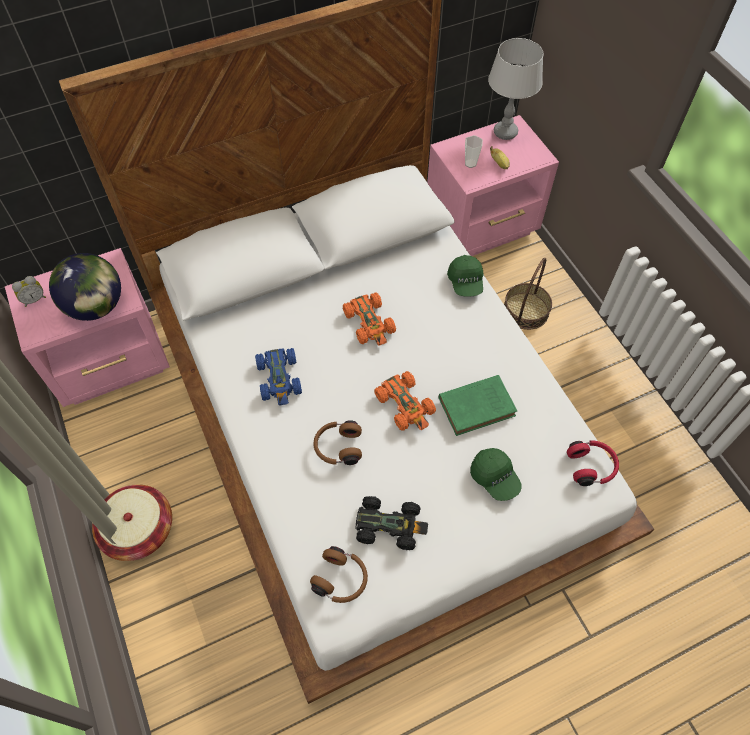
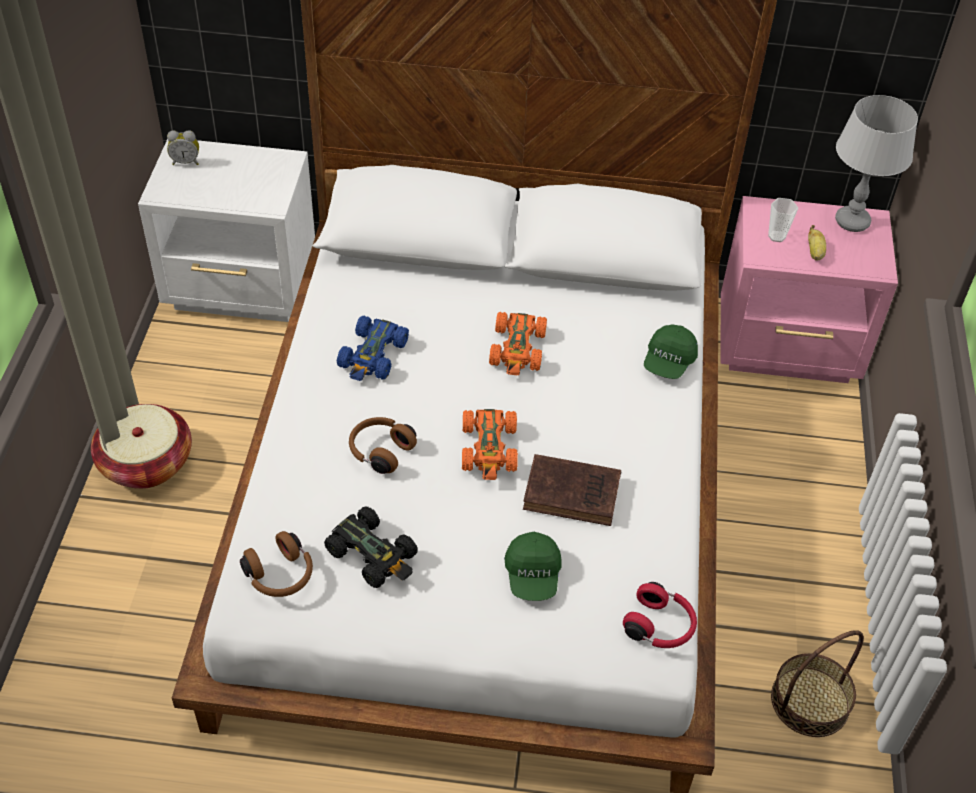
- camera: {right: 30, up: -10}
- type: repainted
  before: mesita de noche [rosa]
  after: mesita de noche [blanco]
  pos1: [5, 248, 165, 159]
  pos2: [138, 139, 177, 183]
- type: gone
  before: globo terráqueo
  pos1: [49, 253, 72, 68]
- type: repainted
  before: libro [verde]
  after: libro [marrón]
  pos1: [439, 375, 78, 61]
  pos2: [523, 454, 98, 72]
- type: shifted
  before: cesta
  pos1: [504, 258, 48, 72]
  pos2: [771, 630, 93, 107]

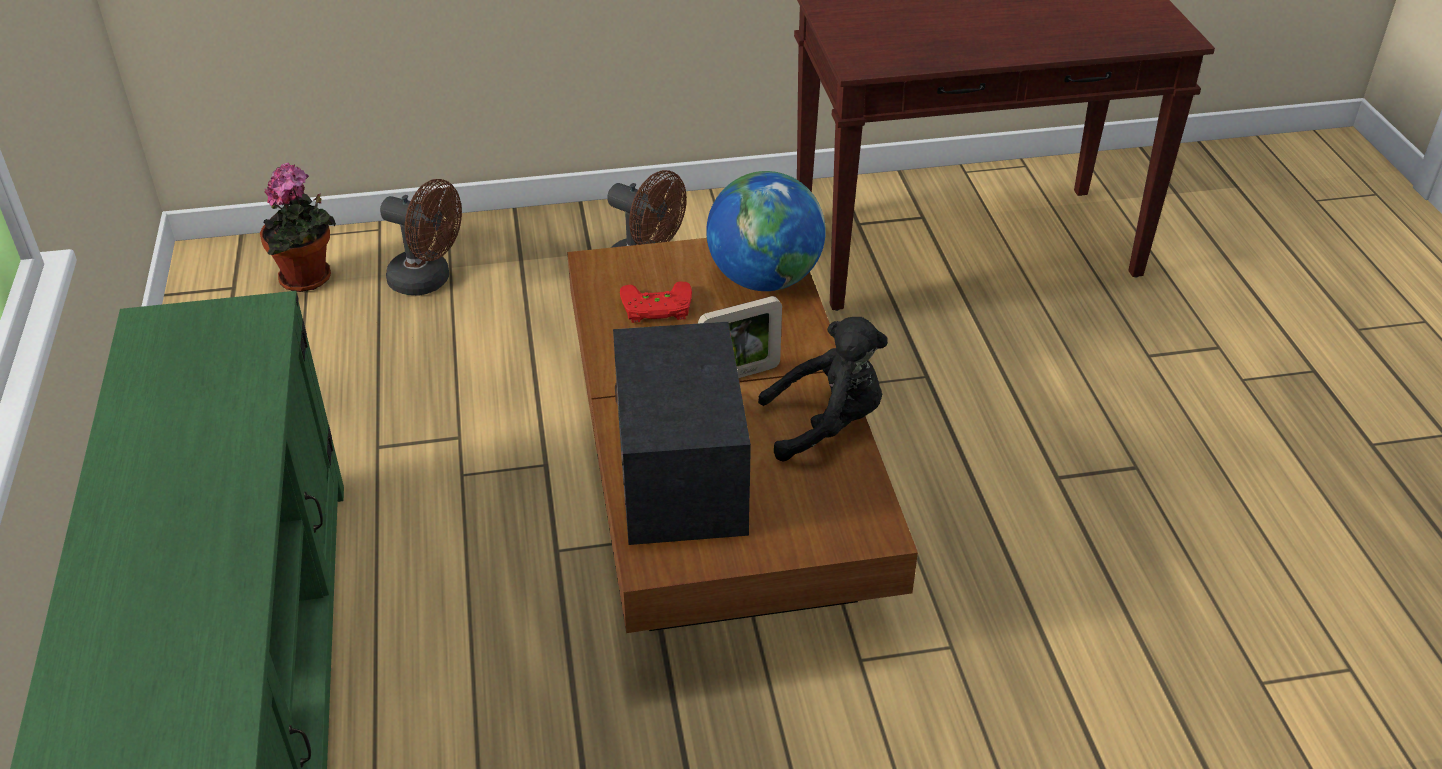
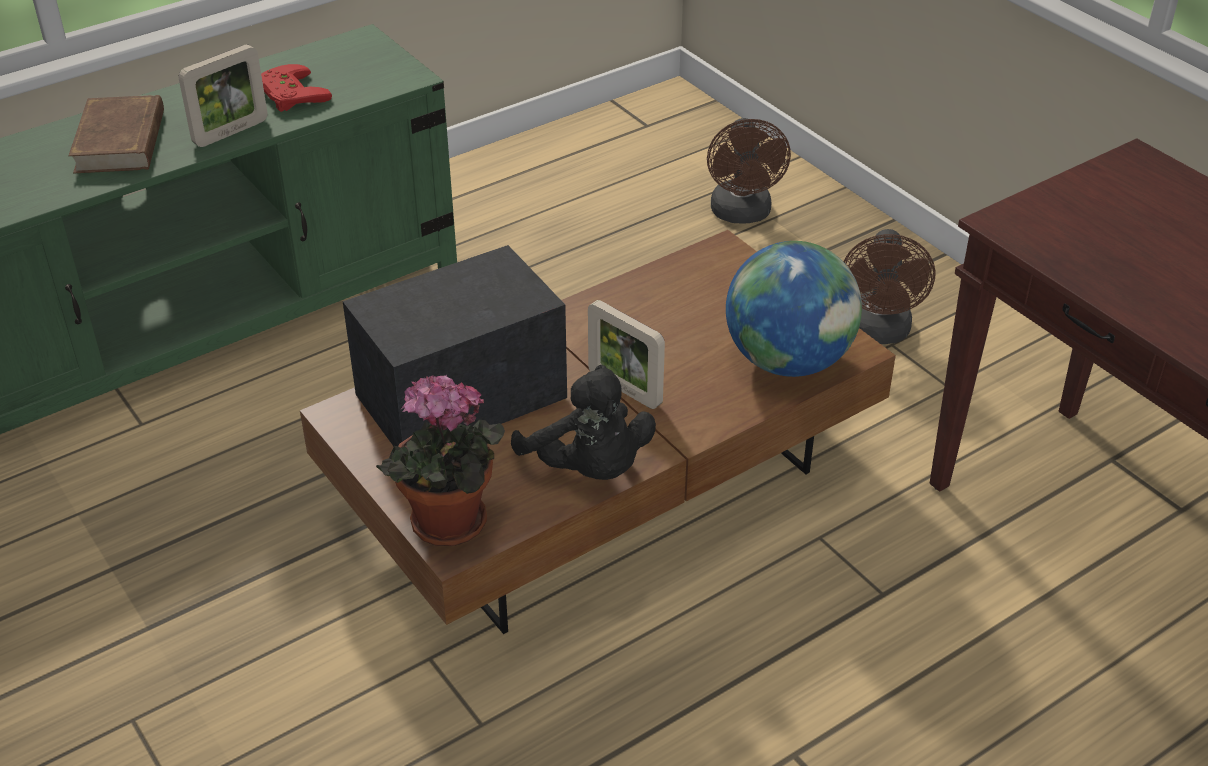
- camera: {right: 65, up: 0}
- type: shifted
  before: planta en maceta
  pos1: [260, 163, 76, 129]
  pos2: [376, 375, 129, 171]
- type: shifted
  before: mando de consola [rojo]
  pos1: [620, 281, 72, 42]
  pos2: [261, 64, 71, 48]
- type: new
  after: libro [marrón]
  pos2: [69, 95, 95, 78]
- type: new
  after: portarretratos
  pos2: [179, 44, 89, 103]

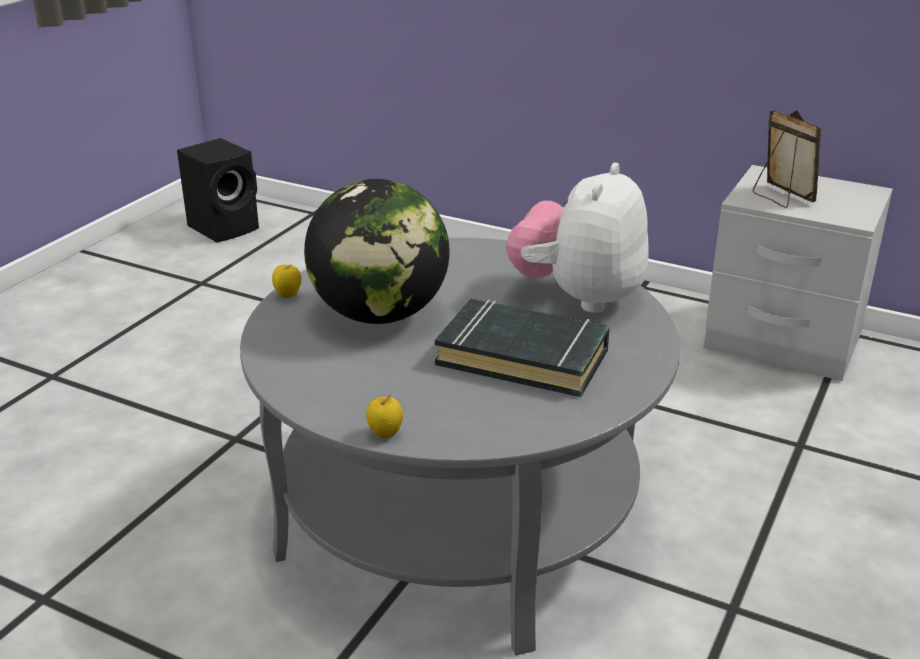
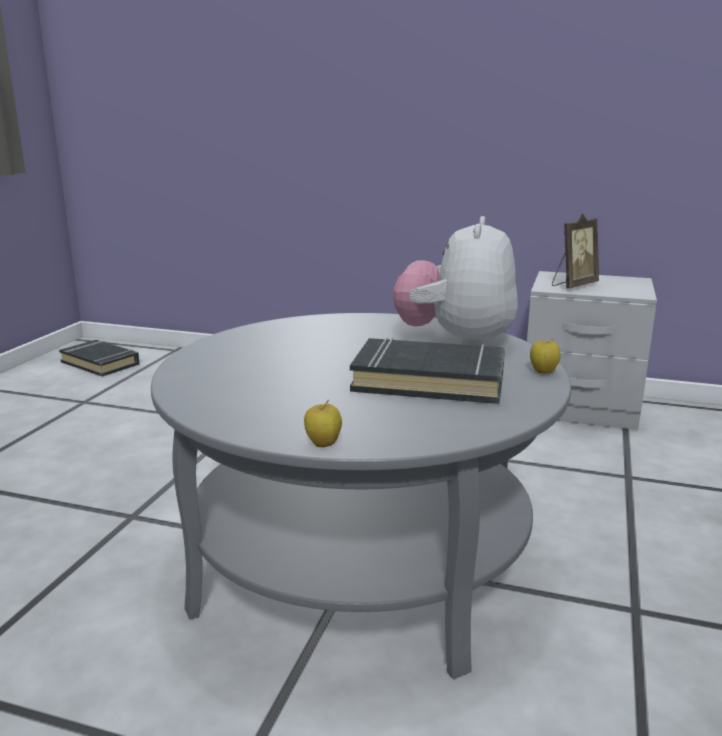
- camera: {right: -10, up: -10}
- type: swapped
  before: altavoz [negro]
  after: libro [negro]
  pos1: [177, 138, 82, 105]
  pos2: [59, 340, 81, 37]
- type: shifted
  before: manzana
  pos1: [272, 265, 29, 33]
  pos2: [530, 338, 31, 36]
- type: gone
  before: globo terráqueo
  pos1: [304, 179, 146, 145]
- type: rotated
  before: portarretratos
  pos1: [753, 110, 68, 98]
  pos2: [552, 213, 47, 76]
  turn: 90

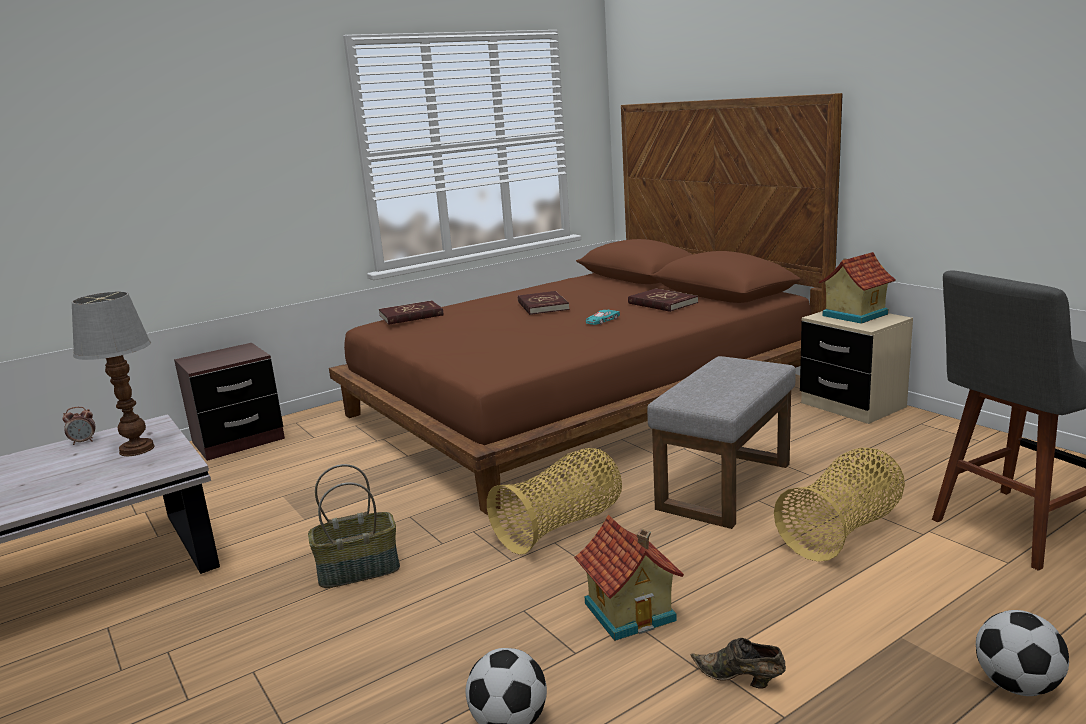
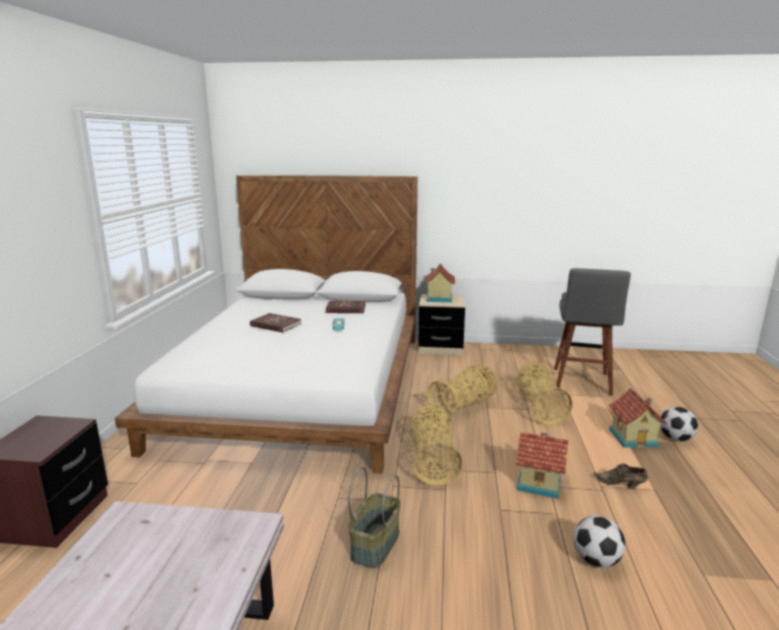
- camera: {right: -50, up: 0}
- type: gone
  before: despertador
  pos1: [62, 407, 33, 38]
- type: gone
  before: lámpara de mesa
  pos1: [72, 292, 83, 164]
- type: repainted
  before: cama [marrón]
  after: cama [blanco]
  pos1: [329, 93, 513, 422]
  pos2: [115, 175, 303, 299]
- type: gone
  before: libro [rojo]
  pos1: [379, 300, 65, 25]
- type: swapped
  before: puf [gris]
  after: cesta
  pos1: [647, 356, 149, 173]
  pos2: [427, 364, 71, 56]
- type: rotated
  before: zapato [marrón]
  pos1: [691, 638, 95, 51]
  pos2: [593, 463, 55, 26]
  turn: 45
- type: new
  after: casita
  pos2: [609, 388, 58, 60]

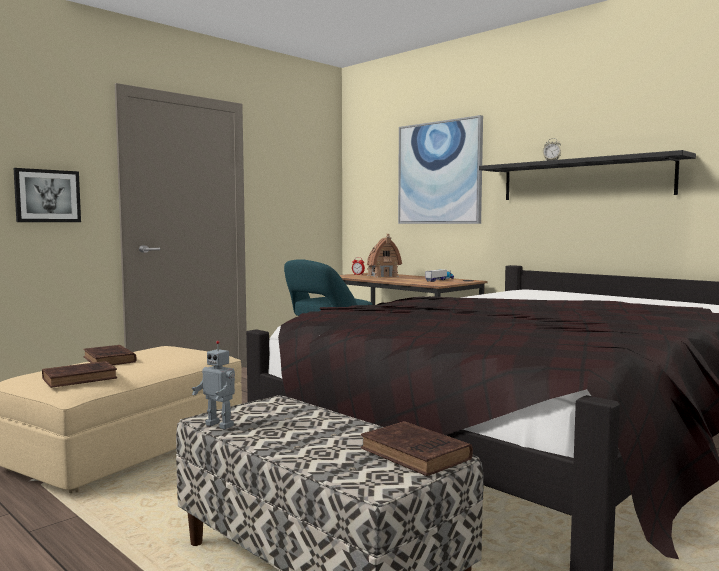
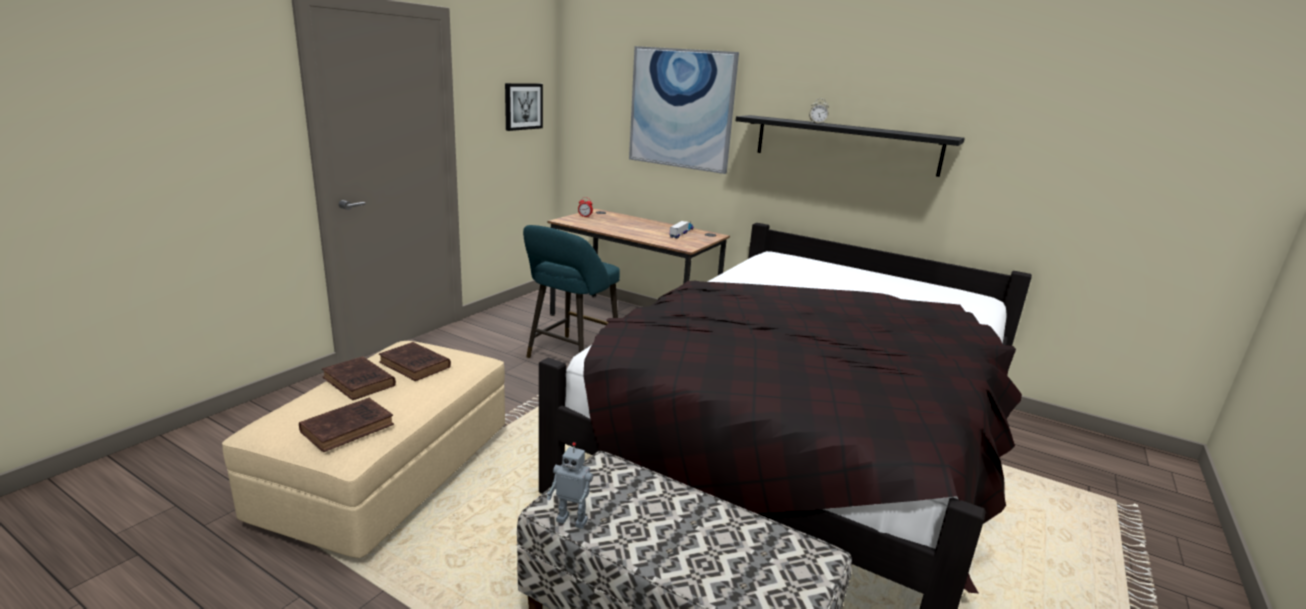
- camera: {right: -15, up: 15}
- type: shifted
  before: cuadro
  pos1: [14, 168, 67, 54]
  pos2: [505, 83, 38, 48]
- type: shifted
  before: libro [marrón]
  pos1: [361, 421, 112, 55]
  pos2: [379, 342, 72, 39]
- type: gone
  before: casita
  pos1: [367, 234, 35, 43]

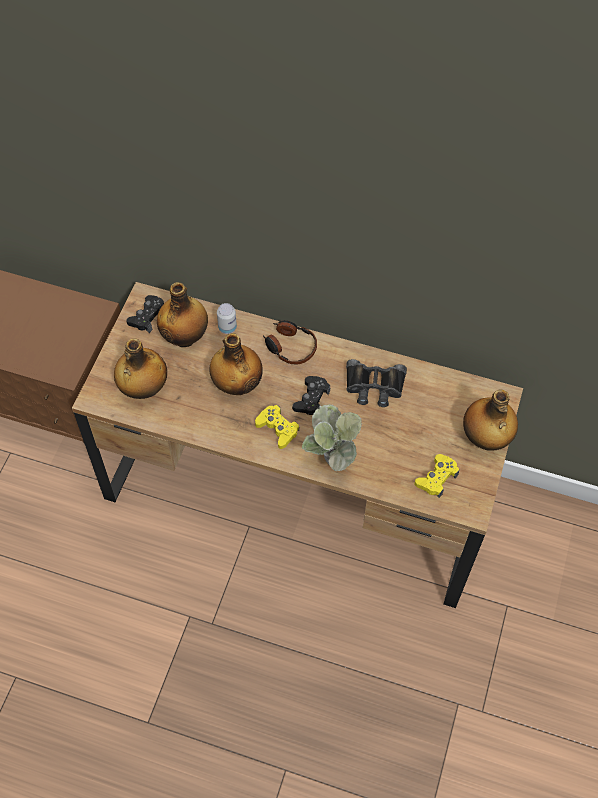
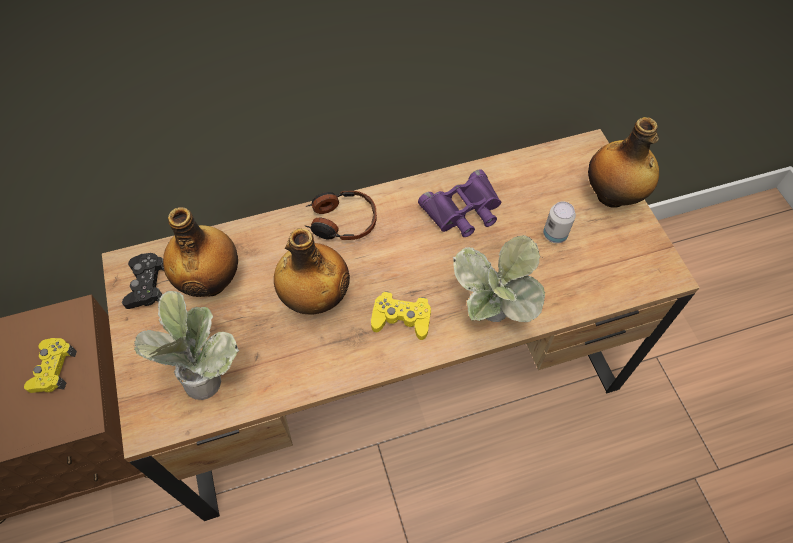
- camera: {right: -35, up: 0}
- type: swapped
  before: botella
  after: planta en maceta
  pos1: [114, 338, 53, 61]
  pos2: [134, 291, 106, 109]
- type: shifted
  before: lata
  pos1: [217, 303, 20, 31]
  pos2: [543, 202, 33, 41]
- type: gone
  before: mando de consola [negro]
  pos1: [292, 376, 38, 39]
- type: repainted
  before: prismáticos [negro]
  after: prismáticos [morado]
  pos1: [346, 359, 61, 48]
  pos2: [418, 169, 83, 68]
- type: shifted
  before: mando de consola [amarillo]
  pos1: [414, 454, 45, 44]
  pos2: [24, 338, 53, 55]

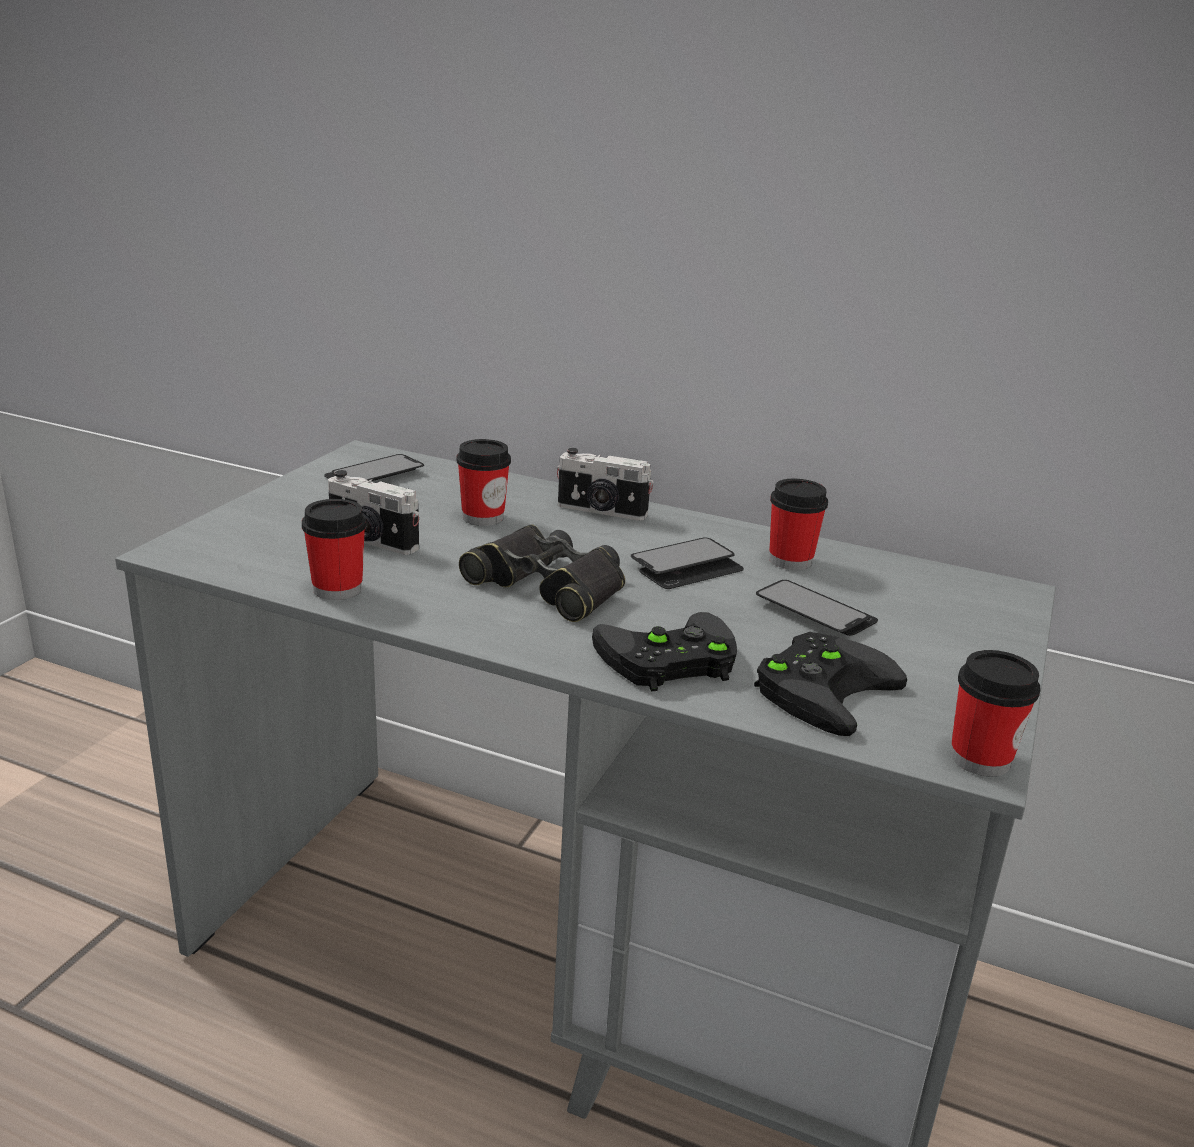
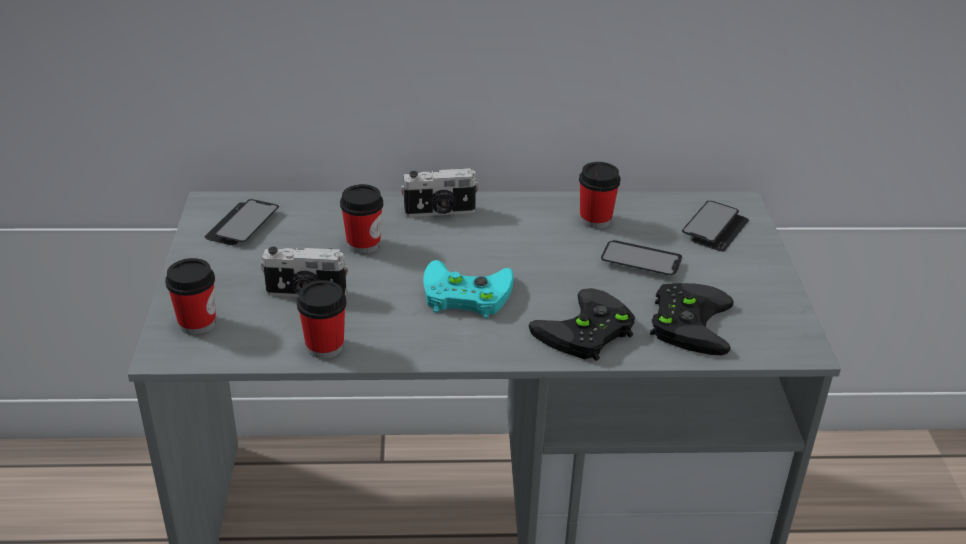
- camera: {right: -25, up: 10}
- type: swapped
  before: prismáticos [negro]
  after: mando de consola [turquesa]
  pos1: [459, 525, 166, 97]
  pos2: [423, 260, 91, 58]
- type: shifted
  before: móvil
  pos1: [631, 537, 113, 52]
  pos2: [682, 201, 67, 50]
- type: shifted
  before: taza
  pos1: [951, 650, 90, 127]
  pos2: [165, 258, 51, 77]

